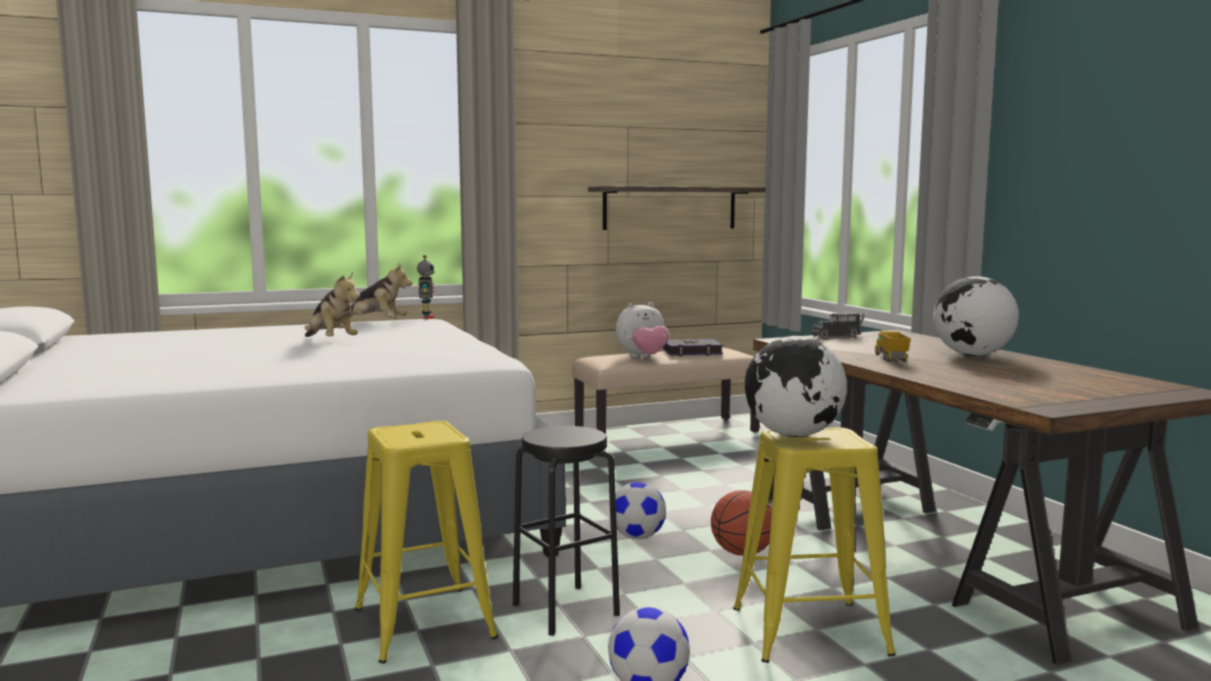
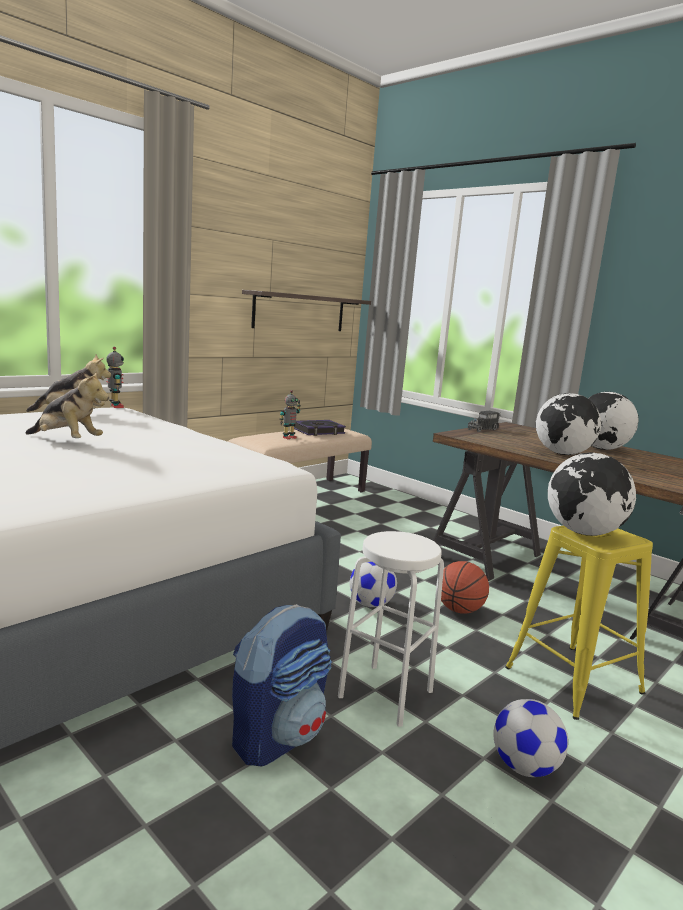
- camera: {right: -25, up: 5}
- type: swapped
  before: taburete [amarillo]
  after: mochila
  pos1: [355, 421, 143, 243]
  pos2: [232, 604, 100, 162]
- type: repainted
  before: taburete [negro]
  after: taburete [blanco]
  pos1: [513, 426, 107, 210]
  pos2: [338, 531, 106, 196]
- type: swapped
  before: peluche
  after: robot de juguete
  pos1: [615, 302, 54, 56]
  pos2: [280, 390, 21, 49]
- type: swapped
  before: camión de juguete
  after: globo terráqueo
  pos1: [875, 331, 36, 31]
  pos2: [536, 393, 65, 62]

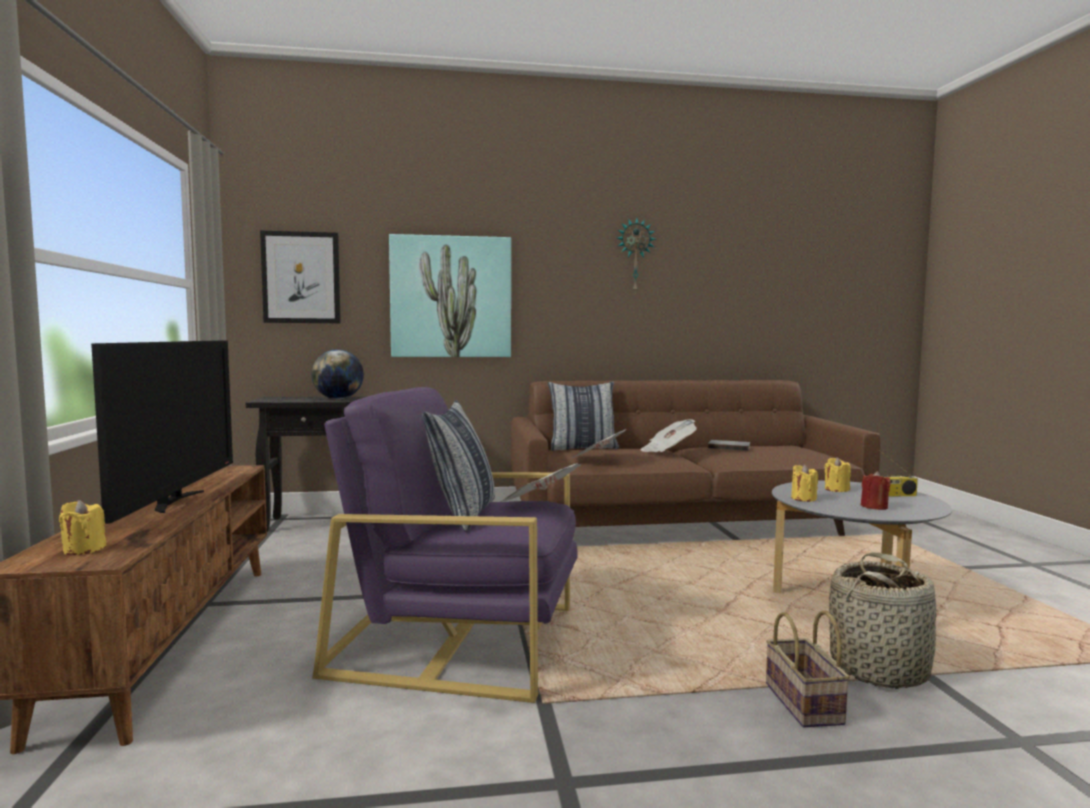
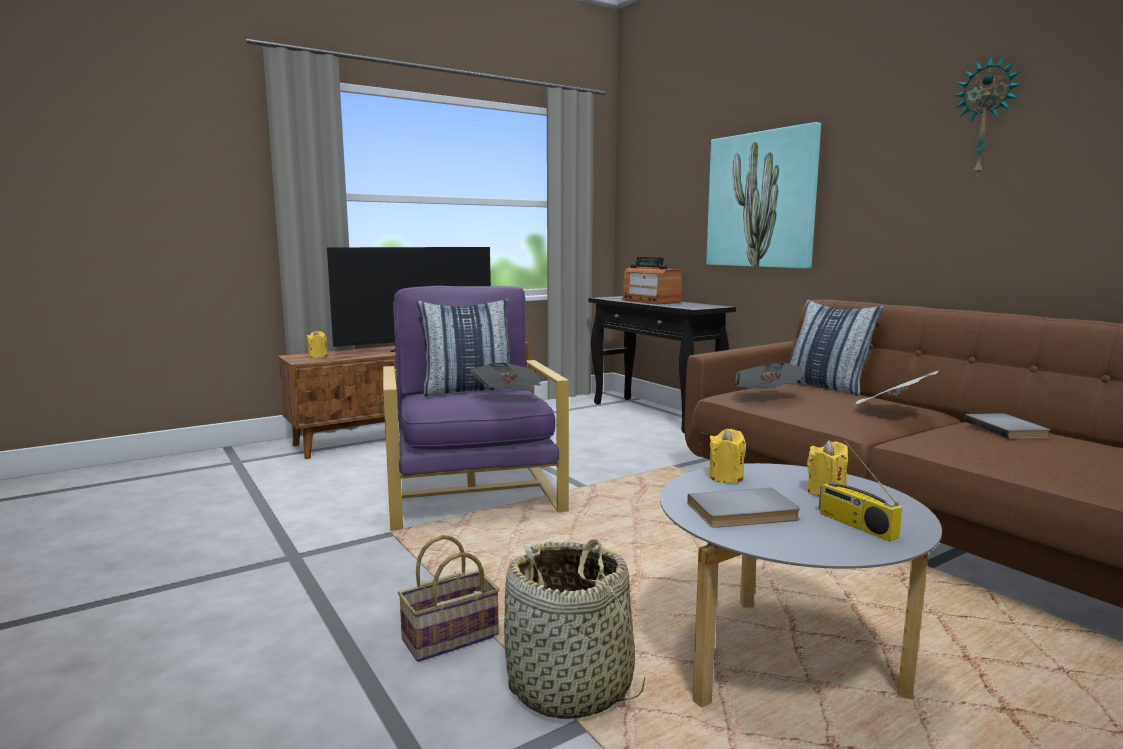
- camera: {right: 65, up: 5}
- type: gone
  before: cuadro
  pos1: [260, 231, 81, 92]
- type: swapped
  before: globo terráqueo
  after: radio
  pos1: [311, 349, 53, 50]
  pos2: [622, 257, 60, 48]
- type: swapped
  before: vela [rojo]
  after: libro [gris]
  pos1: [861, 471, 30, 39]
  pos2: [687, 488, 113, 40]

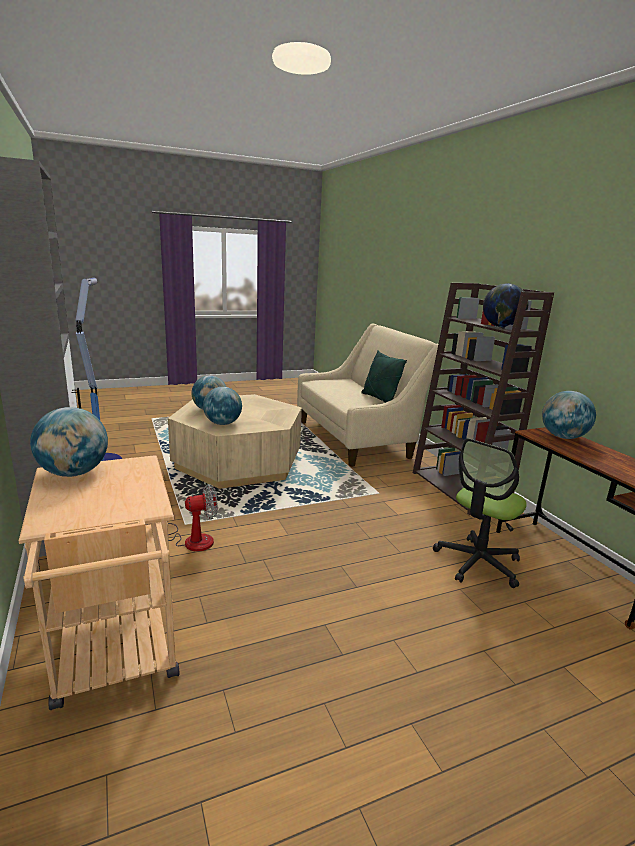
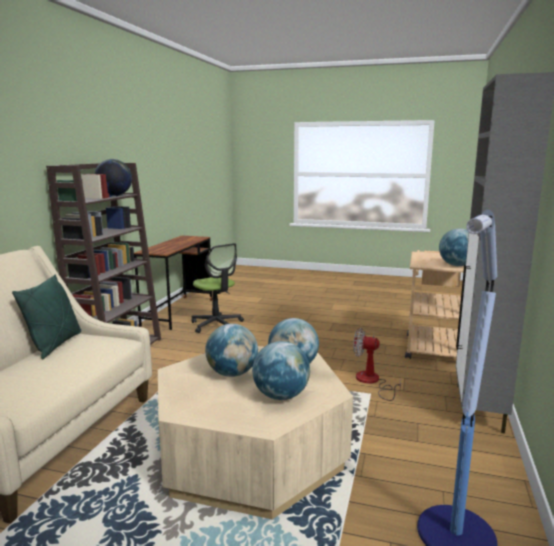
- camera: {right: -140, up: -5}
- type: rotated
  before: silla de oficina
  pos1: [433, 438, 94, 150]
  pos2: [191, 243, 53, 90]
  turn: 60
- type: shifted
  before: globo terráqueo
  pos1: [542, 391, 54, 48]
  pos2: [205, 324, 53, 53]

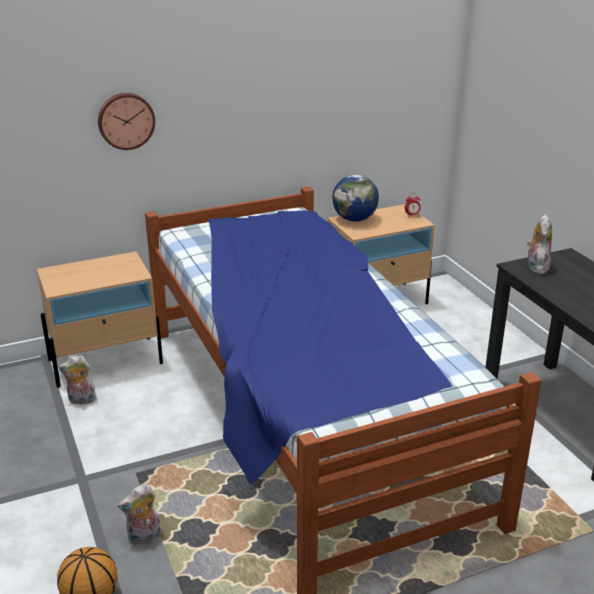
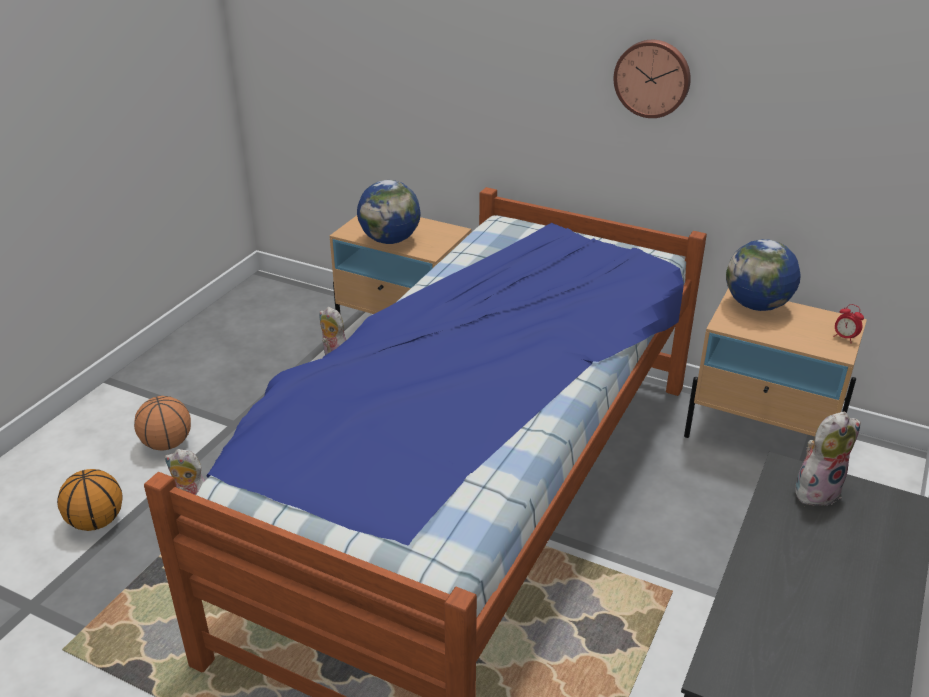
- camera: {right: 50, up: 5}
- type: shifted
  before: reloj de pared
  pos1: [98, 93, 57, 57]
  pos2: [614, 40, 77, 78]
- type: new
  after: balón de baloncesto
  pos2: [134, 396, 57, 55]
- type: new
  after: globo terráqueo
  pos2: [357, 180, 64, 64]

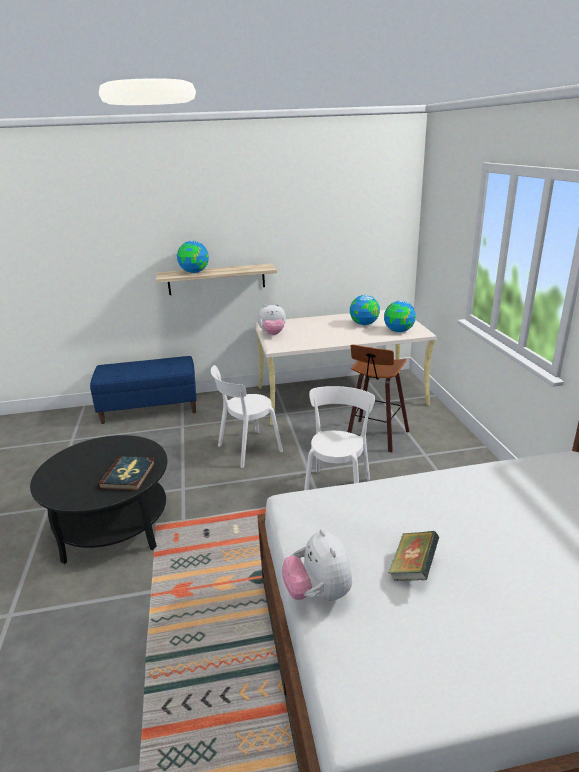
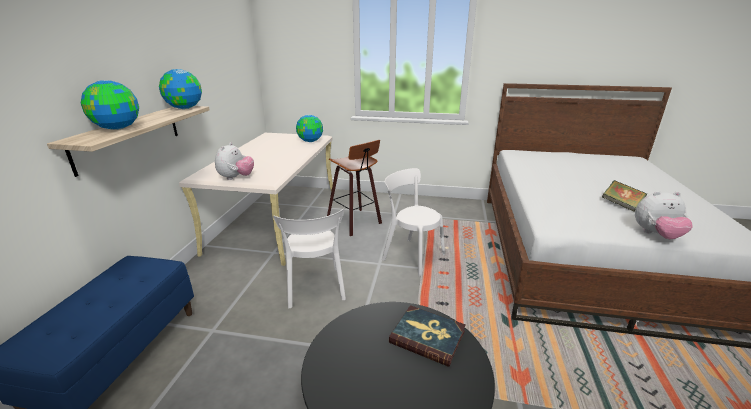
- camera: {right: -70, up: 0}
- type: shifted
  before: globo terráqueo
  pos1: [350, 295, 30, 30]
  pos2: [159, 69, 43, 40]

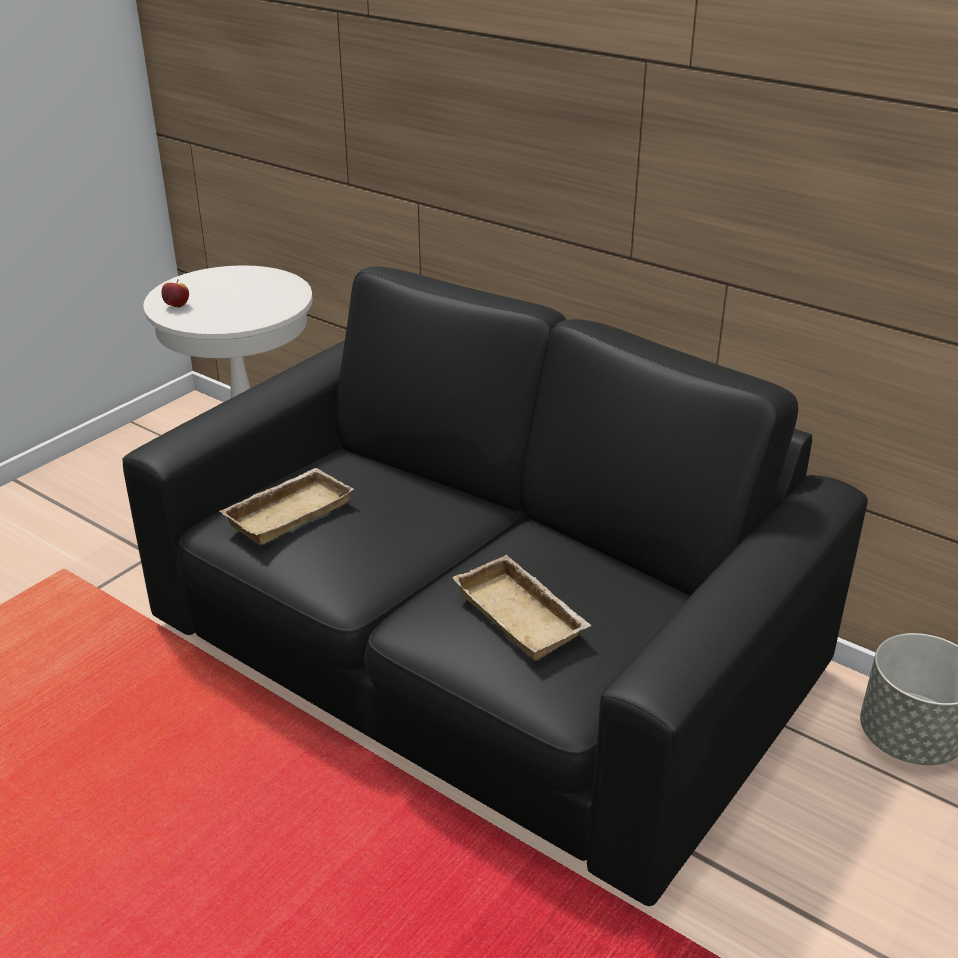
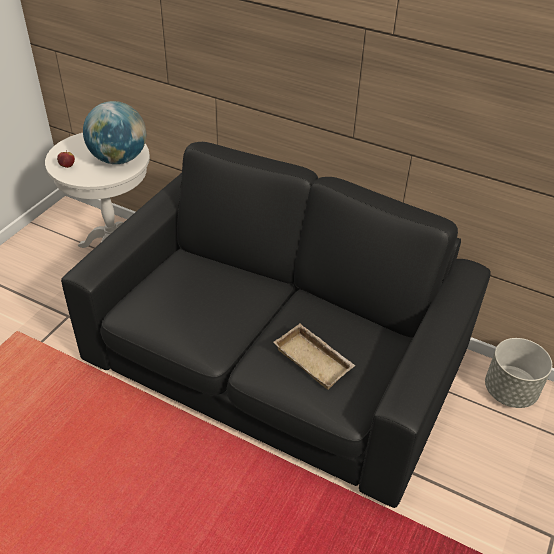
- camera: {right: -10, up: 10}
- type: gone
  before: bandeja [beis]
  pos1: [220, 468, 134, 77]
- type: new
  after: globo terráqueo
  pos2: [83, 101, 63, 63]

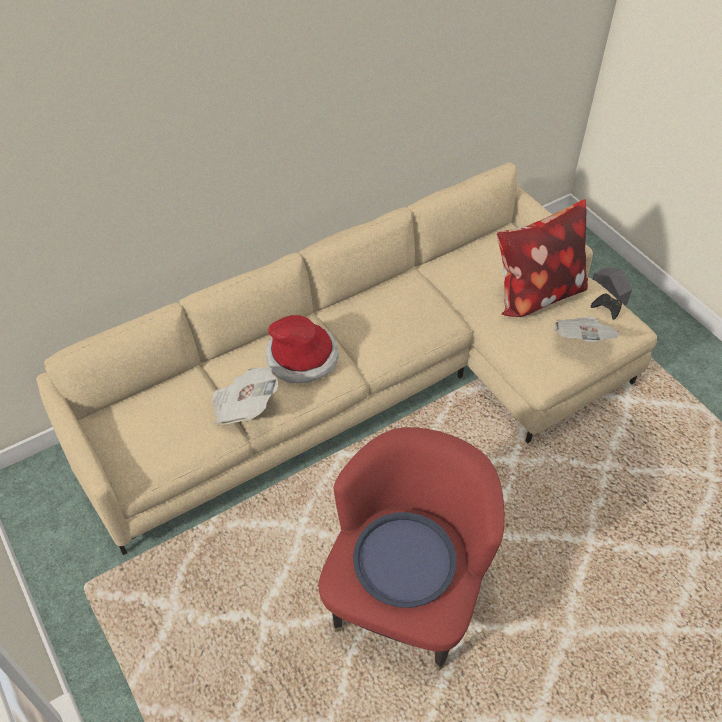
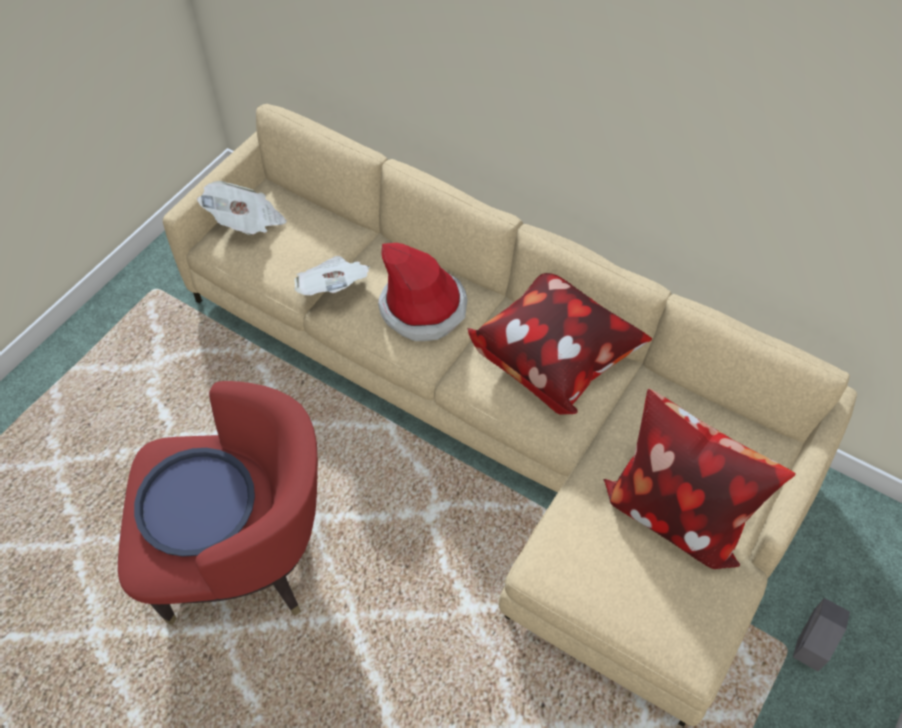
- camera: {right: 65, up: 5}
- type: shifted
  before: periódico
  pos1: [555, 316, 64, 26]
  pos2: [197, 181, 90, 54]
- type: gone
  before: mando de consola [negro]
  pos1: [591, 293, 31, 27]
- type: new
  after: cojín
  pos2: [467, 273, 185, 142]

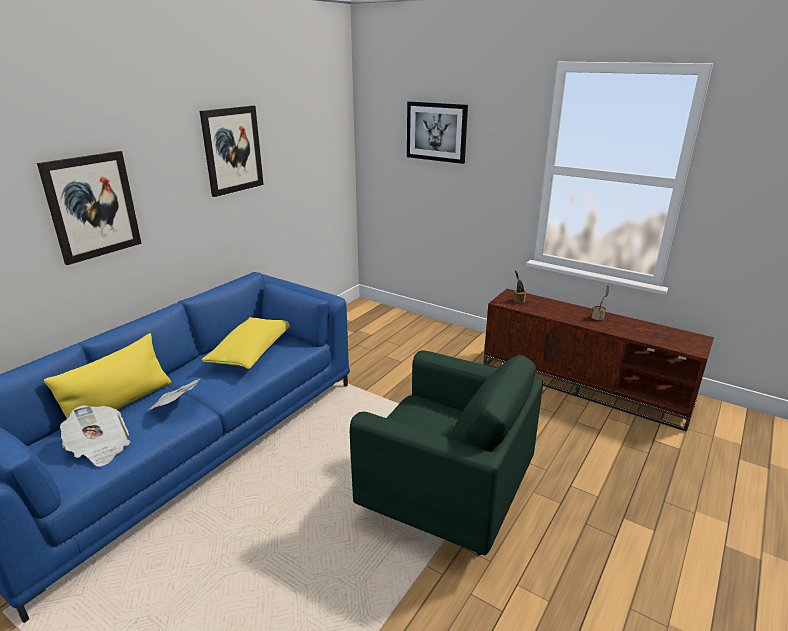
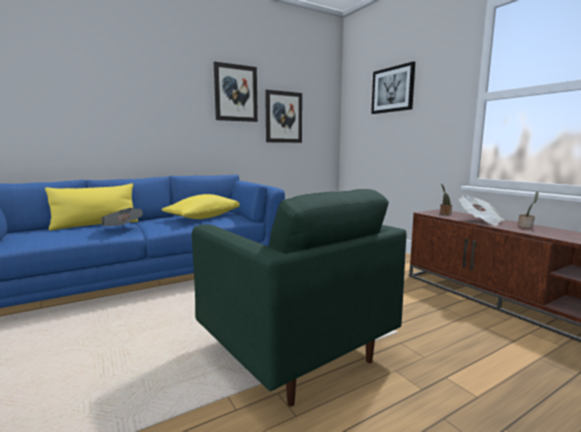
- camera: {right: 25, up: -15}
- type: shifted
  before: cuadro
  pos1: [37, 151, 105, 114]
  pos2: [265, 90, 37, 53]
- type: shifted
  before: periódico
  pos1: [60, 405, 71, 62]
  pos2: [459, 195, 45, 31]

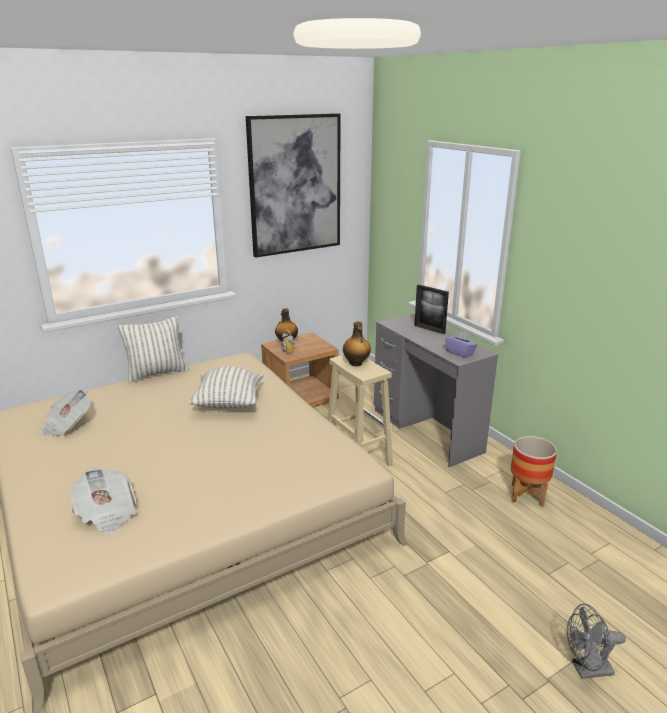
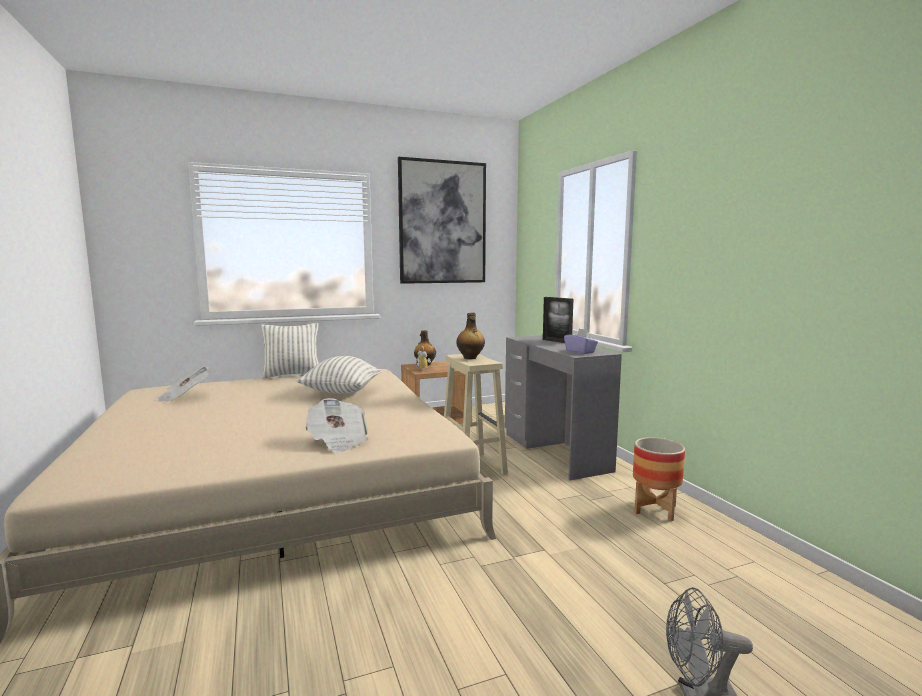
- camera: {right: 10, up: -15}
- type: shifted
  before: periódico
  pos1: [71, 468, 67, 67]
  pos2: [305, 398, 63, 55]

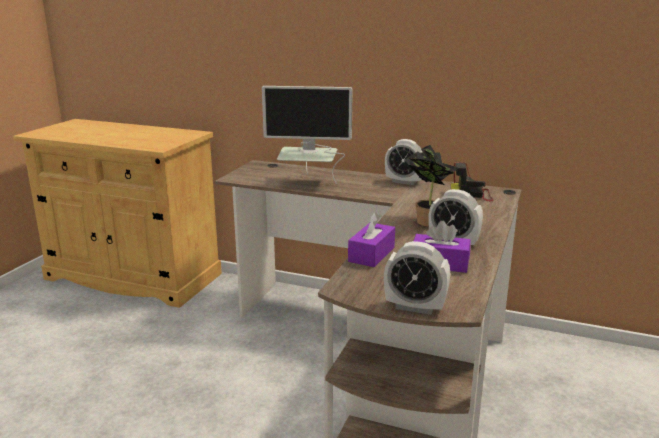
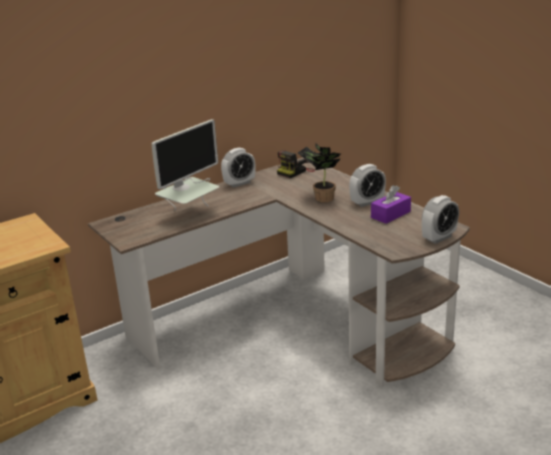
- camera: {right: -55, up: 5}
- type: gone
  before: caja de pañuelos [morado]
  pos1: [348, 212, 47, 55]

